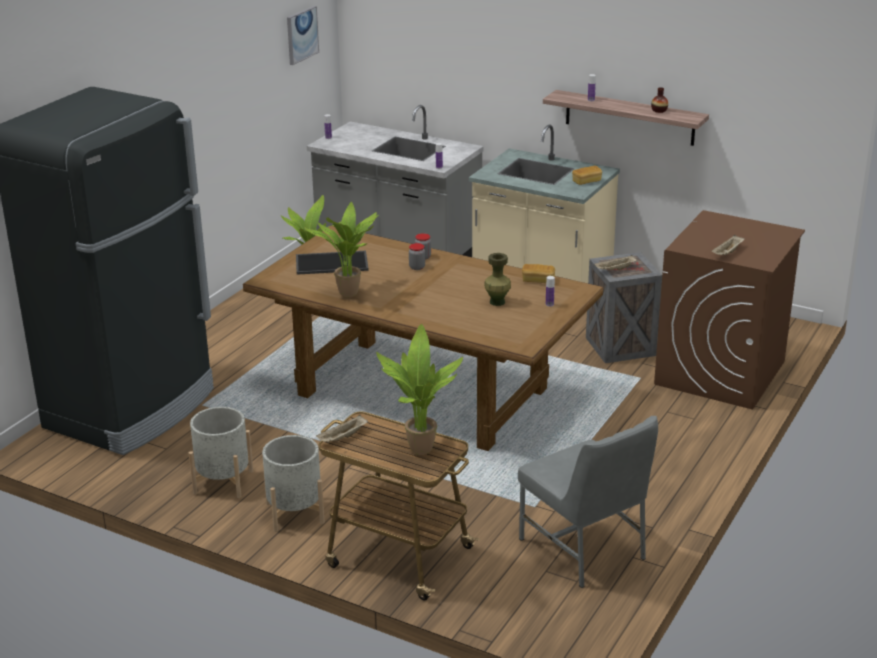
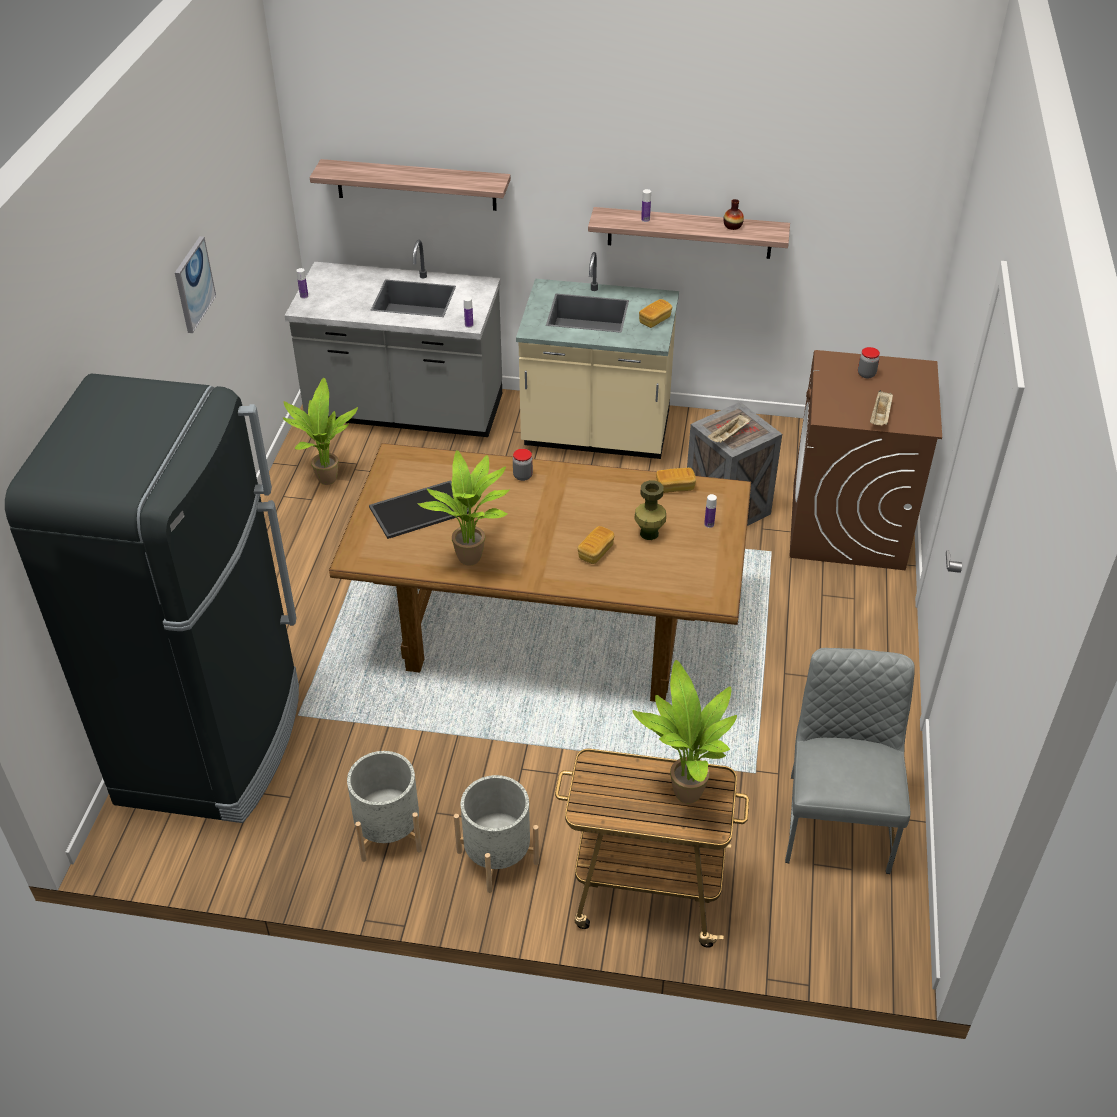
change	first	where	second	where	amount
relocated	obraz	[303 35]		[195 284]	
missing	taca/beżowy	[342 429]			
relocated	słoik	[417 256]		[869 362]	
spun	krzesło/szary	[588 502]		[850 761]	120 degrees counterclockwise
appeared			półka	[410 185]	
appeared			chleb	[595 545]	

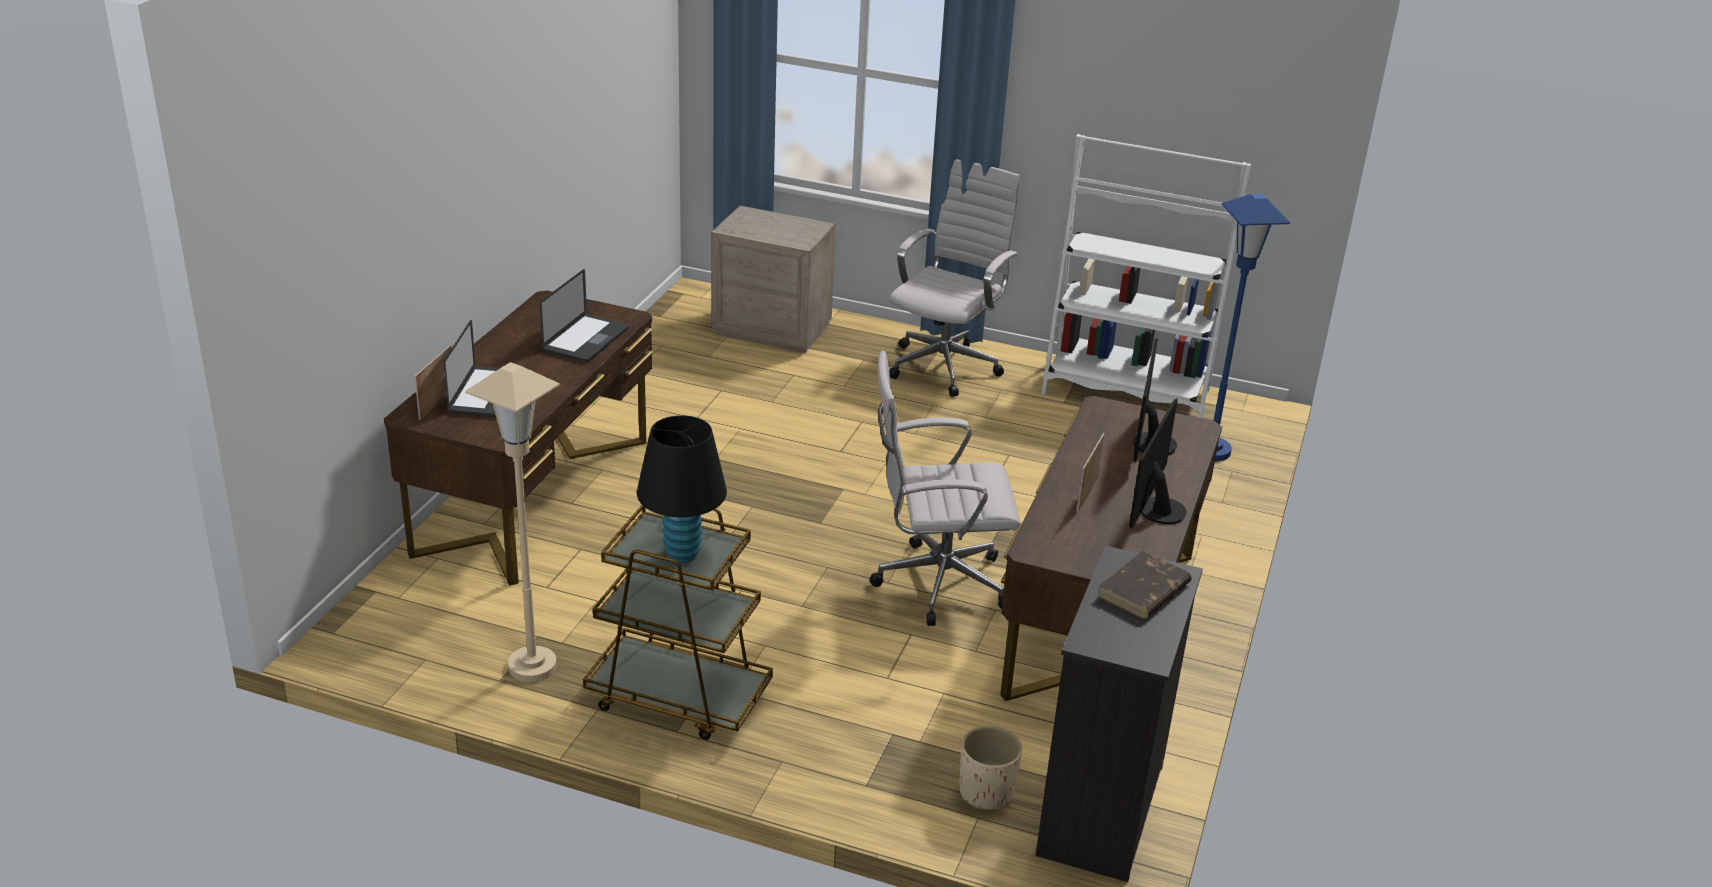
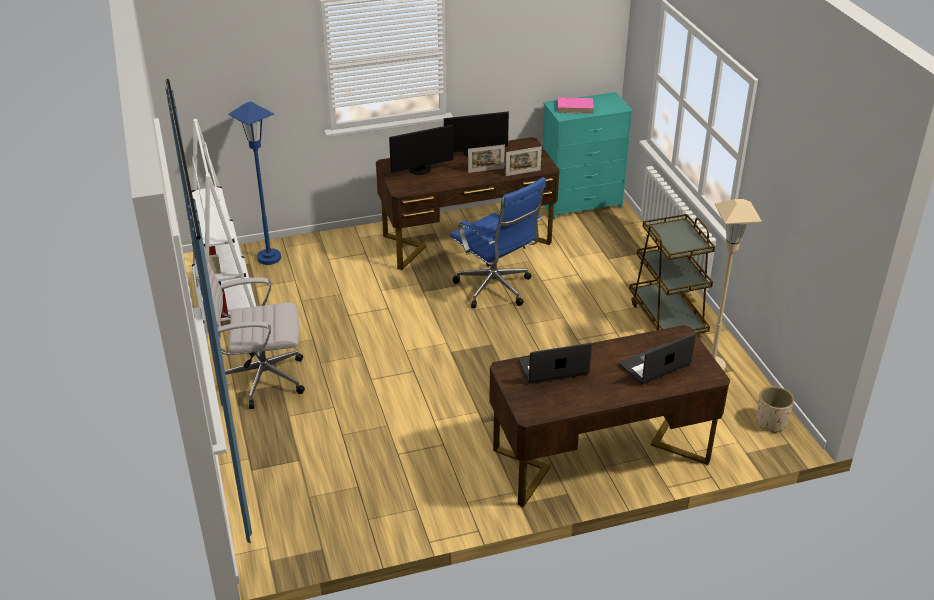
change	first	where	second	where	amount
relocated	ramka na zdjęcie	[433 382]		[523 161]	
missing	lampa stołowa/czarny	[682 489]			
missing	szafka nocna/beżowy	[773 279]			
colour	krzesło biurowe/biały	[944 488]	krzesło biurowe/niebieski	[498 242]	
relocated	donica/beżowy	[990 768]		[775 409]	
colour	komoda/czarny	[1119 714]	komoda/turkusowy	[588 156]	
colour	książka/brązowy	[1144 585]	książka/różowy	[576 105]	

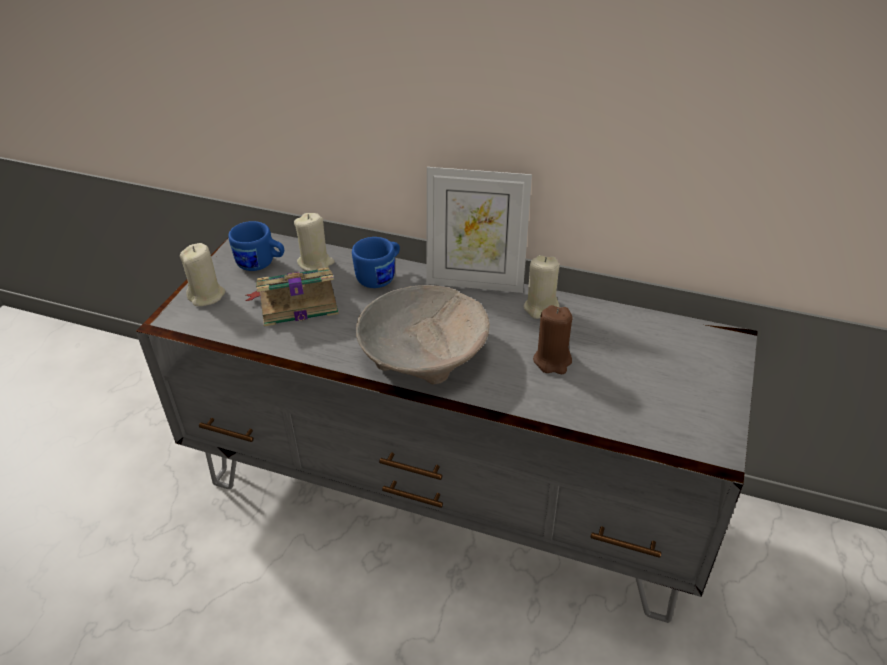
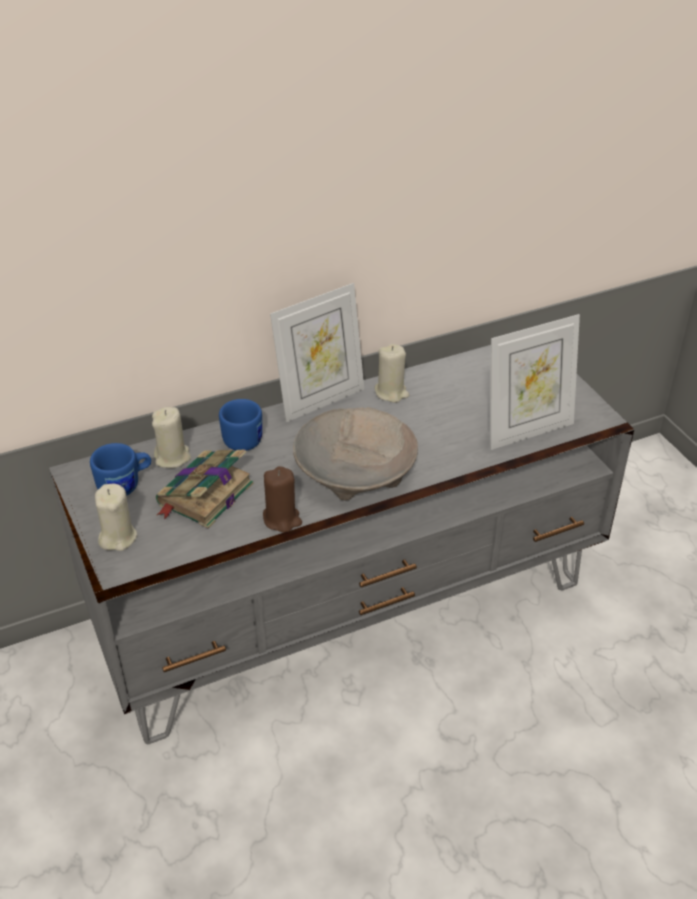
change	first	where	second	where	amount
relocated	świeca/brązowy	[553 339]		[282 499]	
appeared			ramka na zdjęcie	[535 382]	

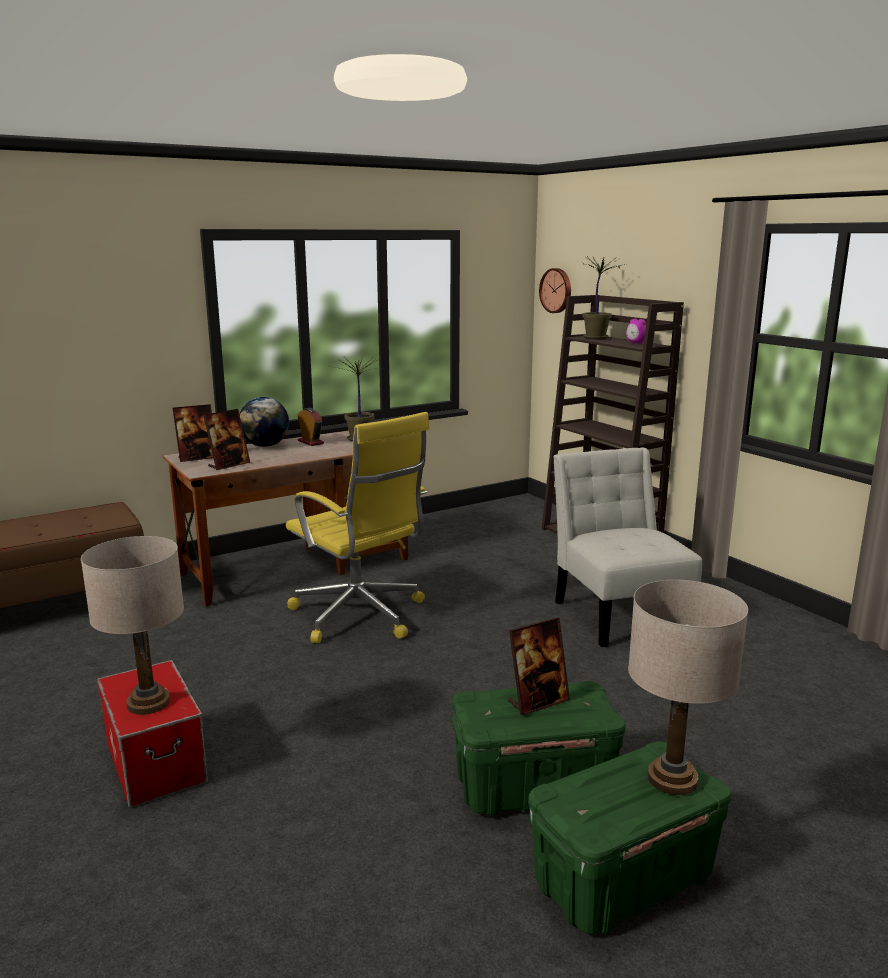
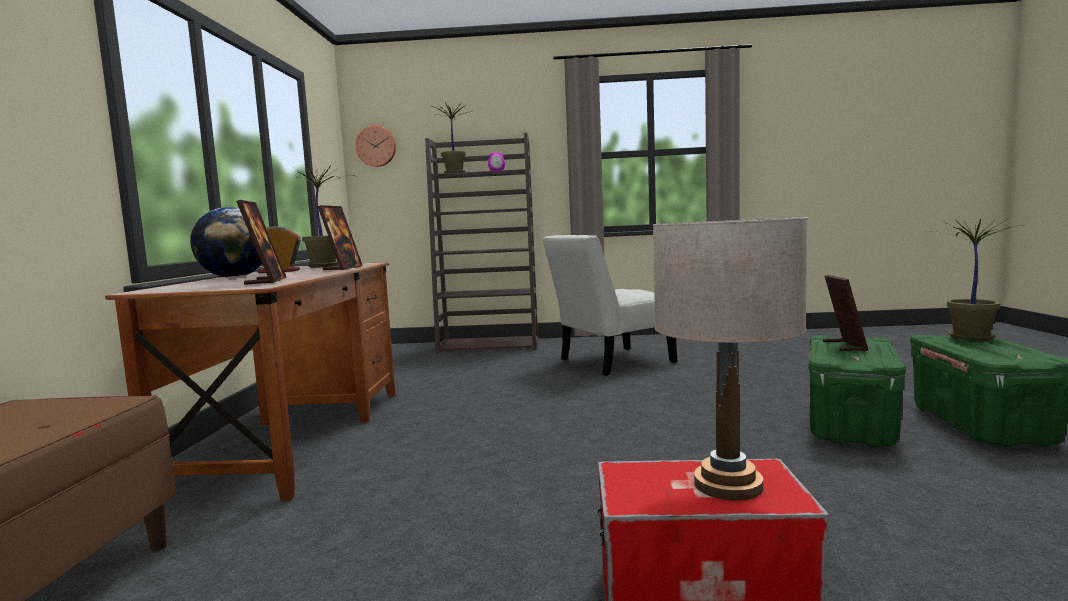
change	first	where	second	where	amount
relocated	ramka na zdjęcie	[193 433]		[340 237]	
missing	krzesło biurowe/żółty	[358 527]			
spun	krzesło/biały	[627 547]		[609 305]	45 degrees counterclockwise
exchanged	lampa stołowa/beżowy	[688 687]	roślina doniczkowa	[973 280]	

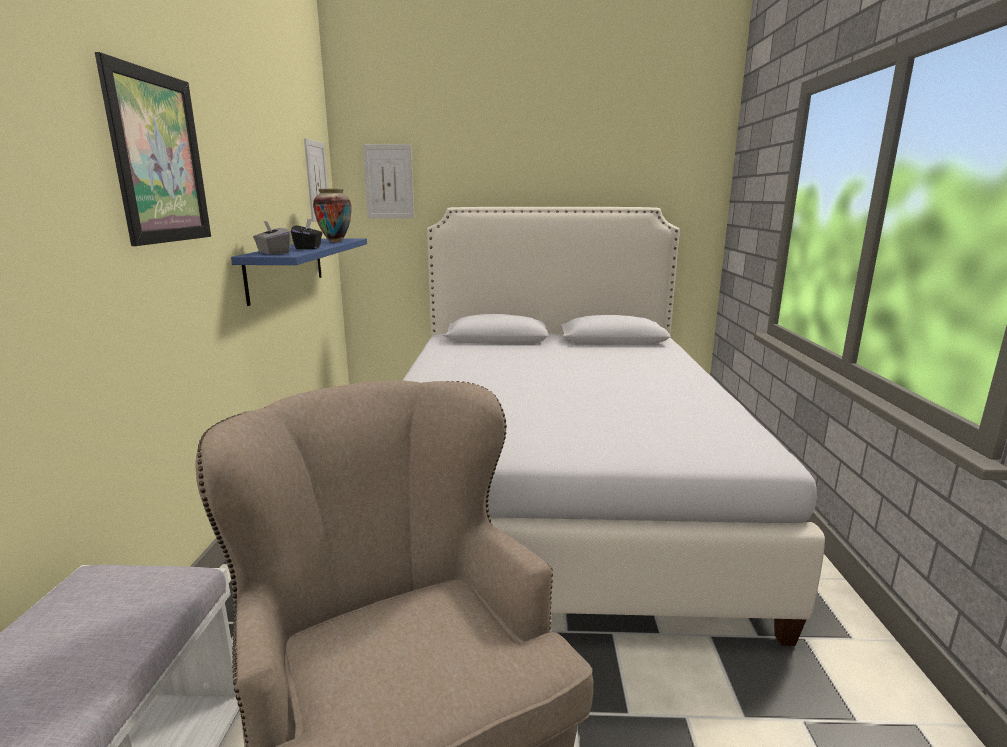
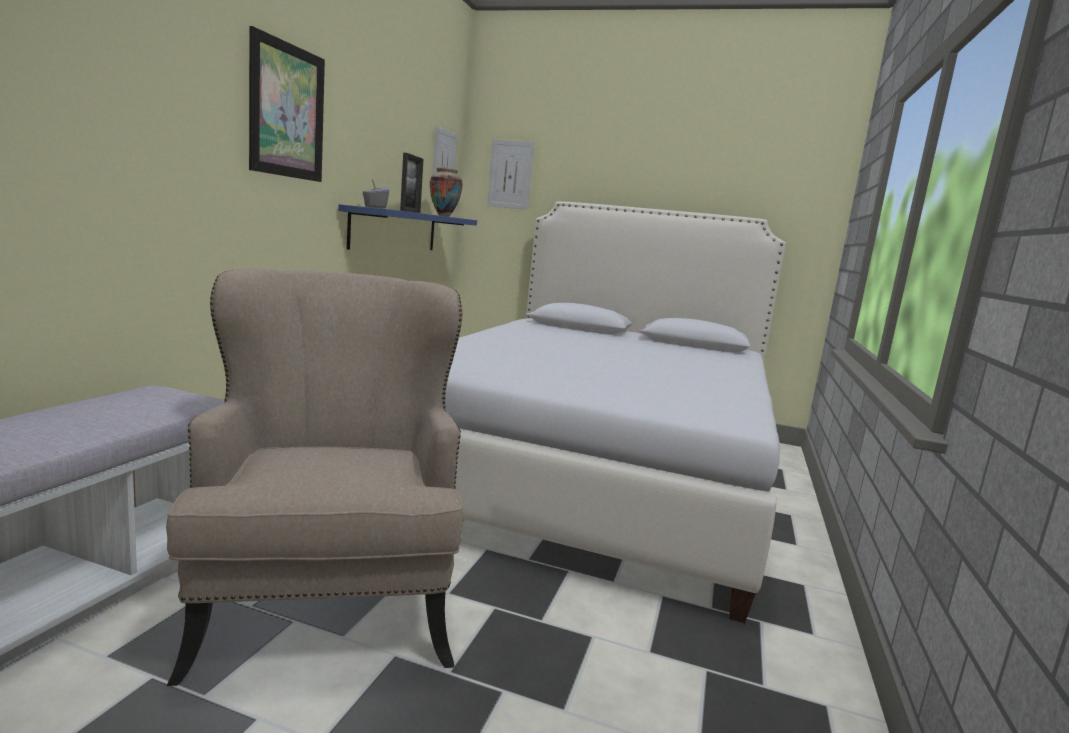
change	first	where	second	where	amount
exchanged	pudełko chusteczek/czarny	[306 234]	ramka na zdjęcie	[412 183]	

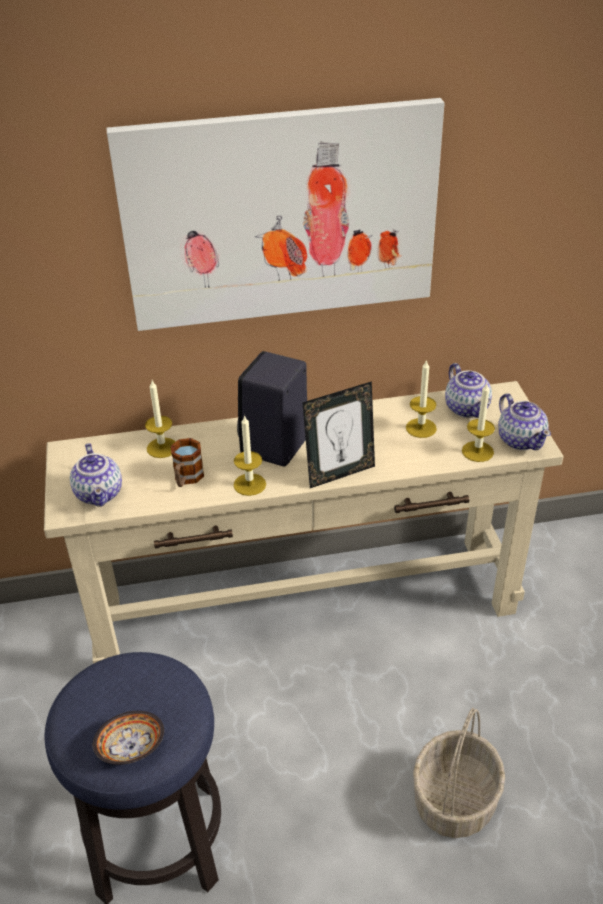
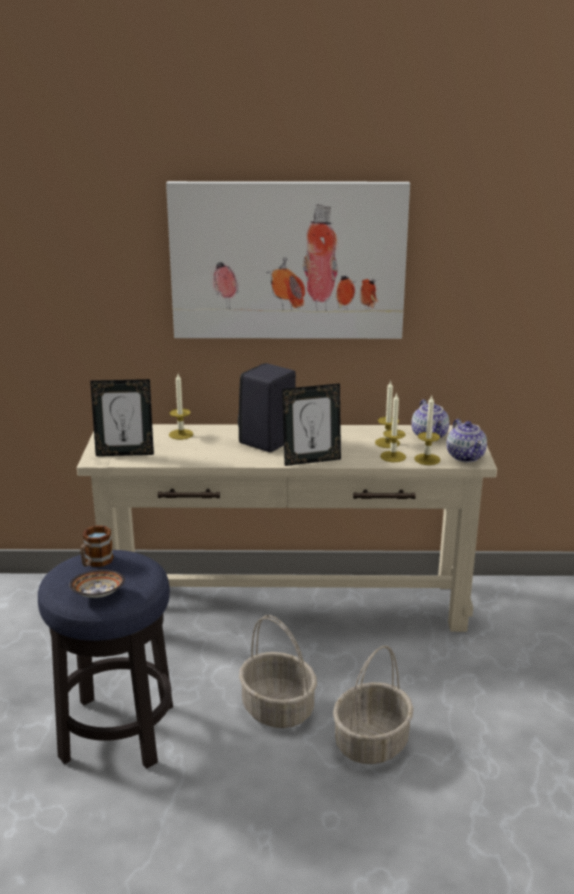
change	first	where	second	where	amount
exchanged	imbryk	[96 475]	ramka na zdjęcie	[122 417]	
relocated	kubek	[187 462]		[97 546]	
relocated	świeca	[249 455]		[393 427]	
appeared			koszyk	[278 671]	

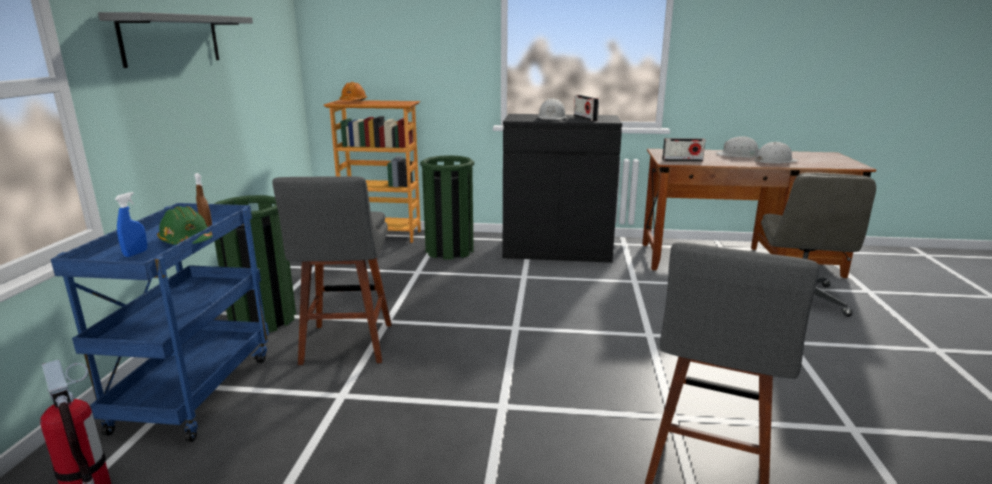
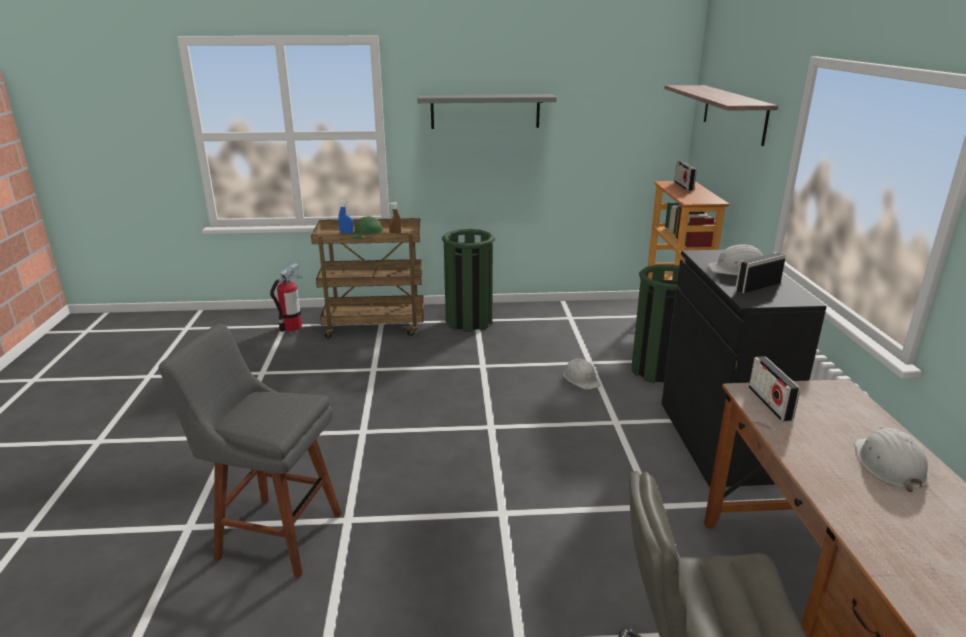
change	first	where	second	where	amount
colour	wózek/niebieski	[160 322]	wózek/brązowy	[367 278]	
missing	stołek/szary	[332 270]			
exchanged	kask/pomarańczowy	[353 91]	radio	[685 176]	
relocated	kask/biały	[776 153]		[582 374]	
appeared			półka	[721 115]	

